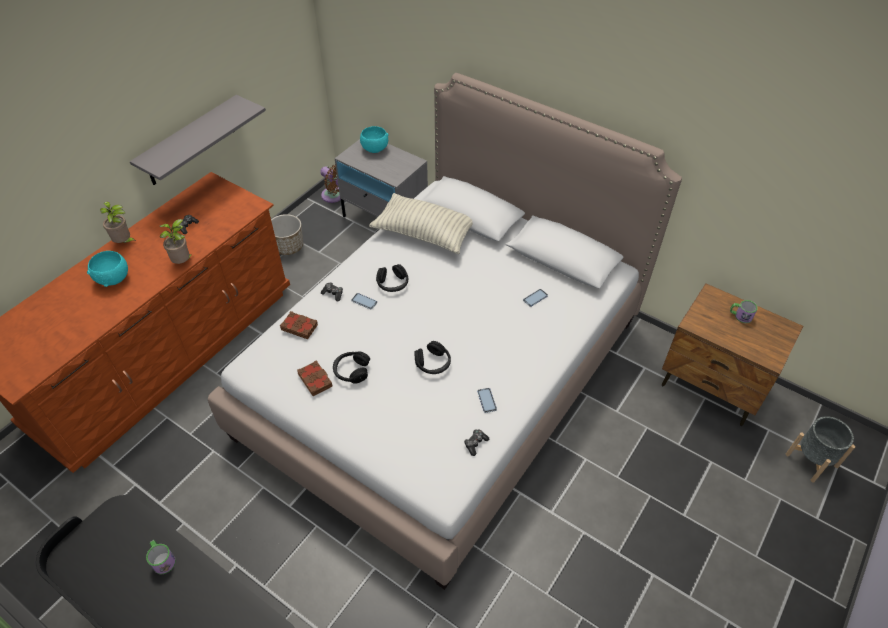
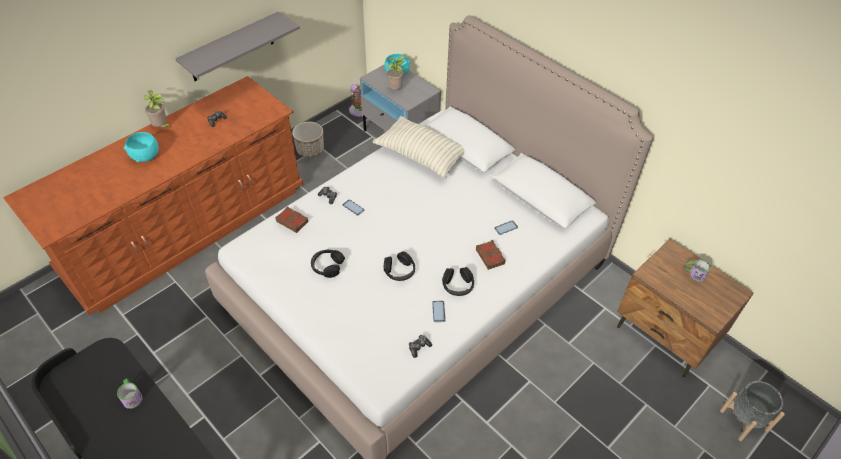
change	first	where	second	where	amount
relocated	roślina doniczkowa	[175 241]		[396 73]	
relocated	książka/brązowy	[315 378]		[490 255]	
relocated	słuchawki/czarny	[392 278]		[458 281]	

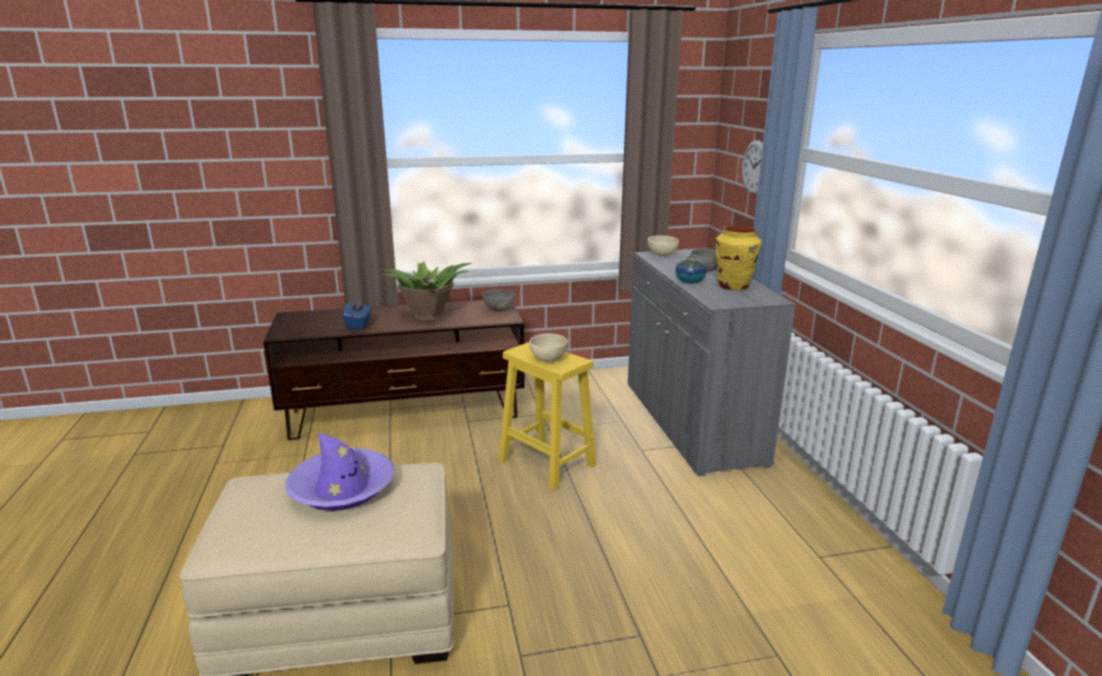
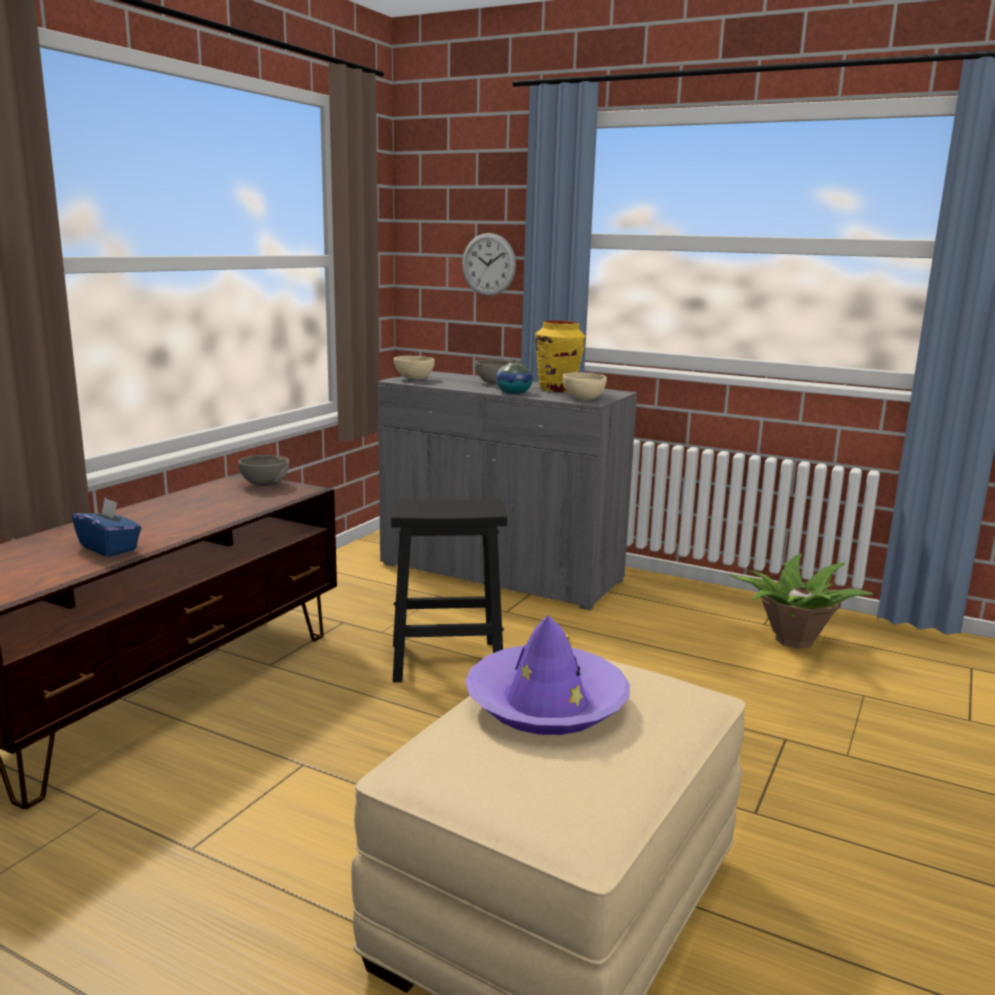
change	first	where	second	where	amount
relocated	roślina doniczkowa	[424 291]		[801 601]	
colour	stołek/żółty	[547 416]	stołek/czarny	[449 590]	
relocated	miska/beżowy	[548 348]		[585 386]	

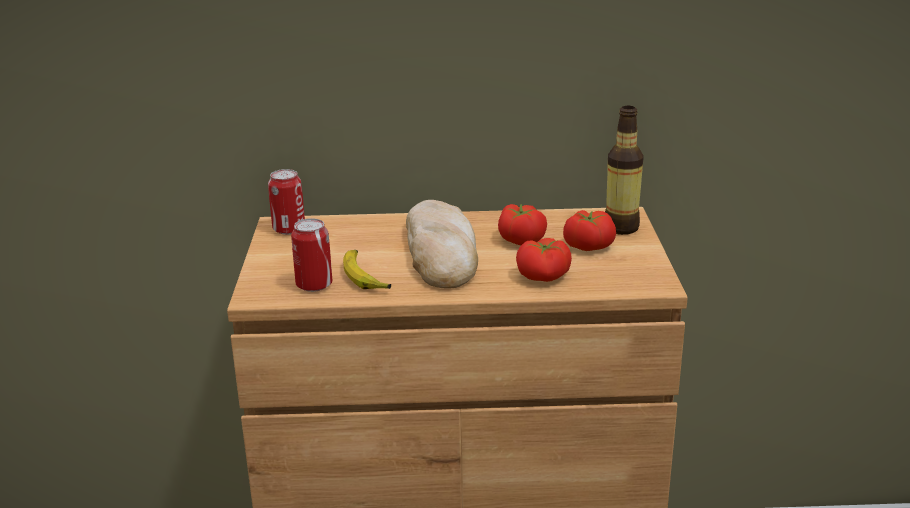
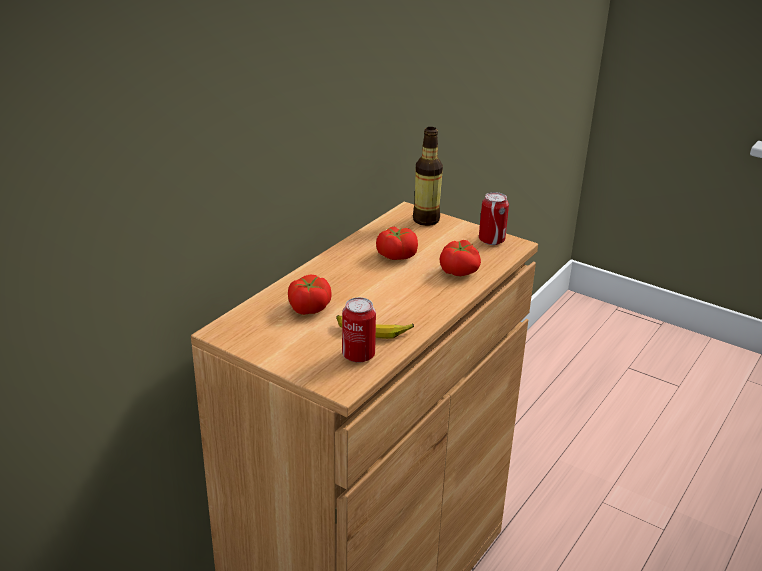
change	first	where	second	where	amount
relocated	puszka	[286 202]		[494 218]	
missing	chleb	[442 244]			
relocated	pomidor	[589 230]		[310 295]	

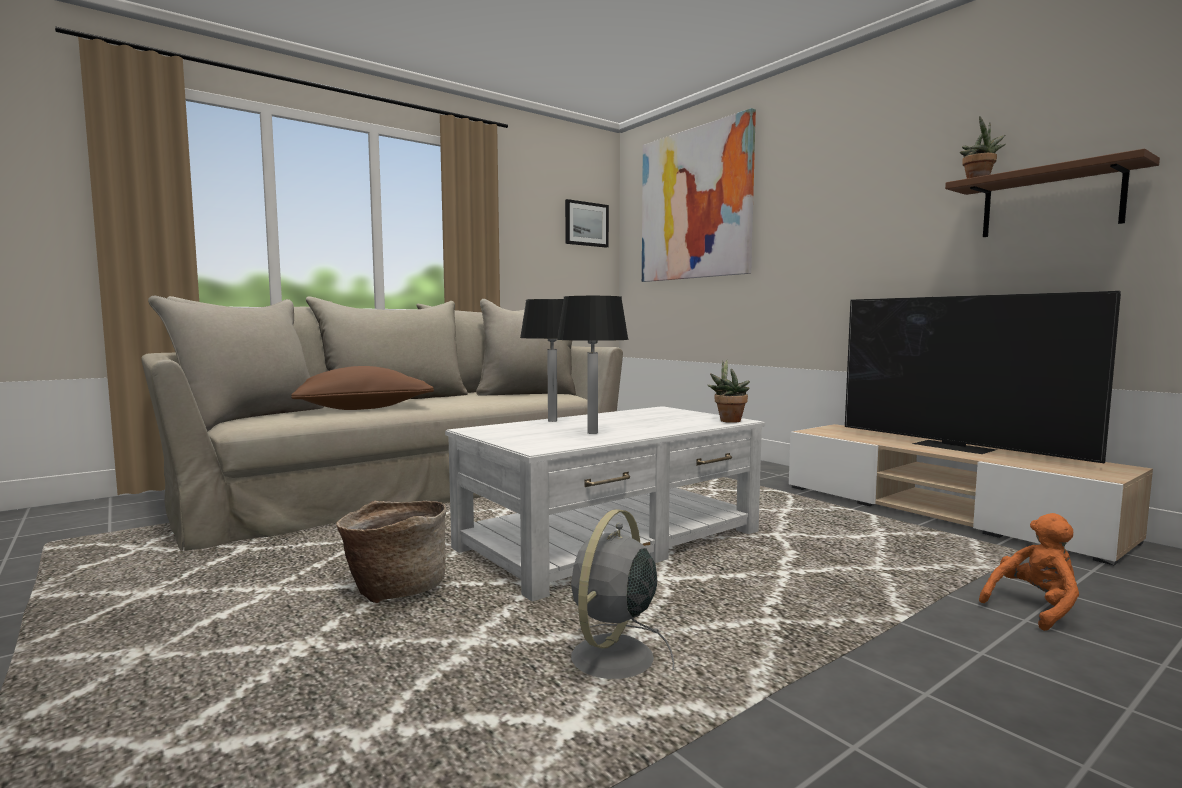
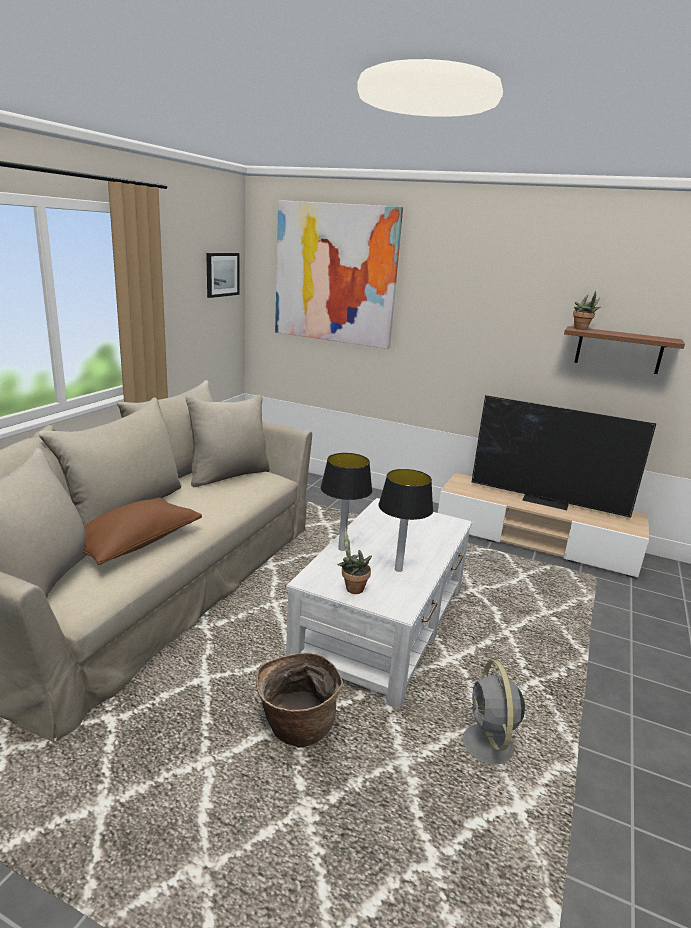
change	first	where	second	where	amount
relocated	roślina doniczkowa	[729 391]		[354 561]	
missing	pluszak/pomarańczowy	[1029 572]			

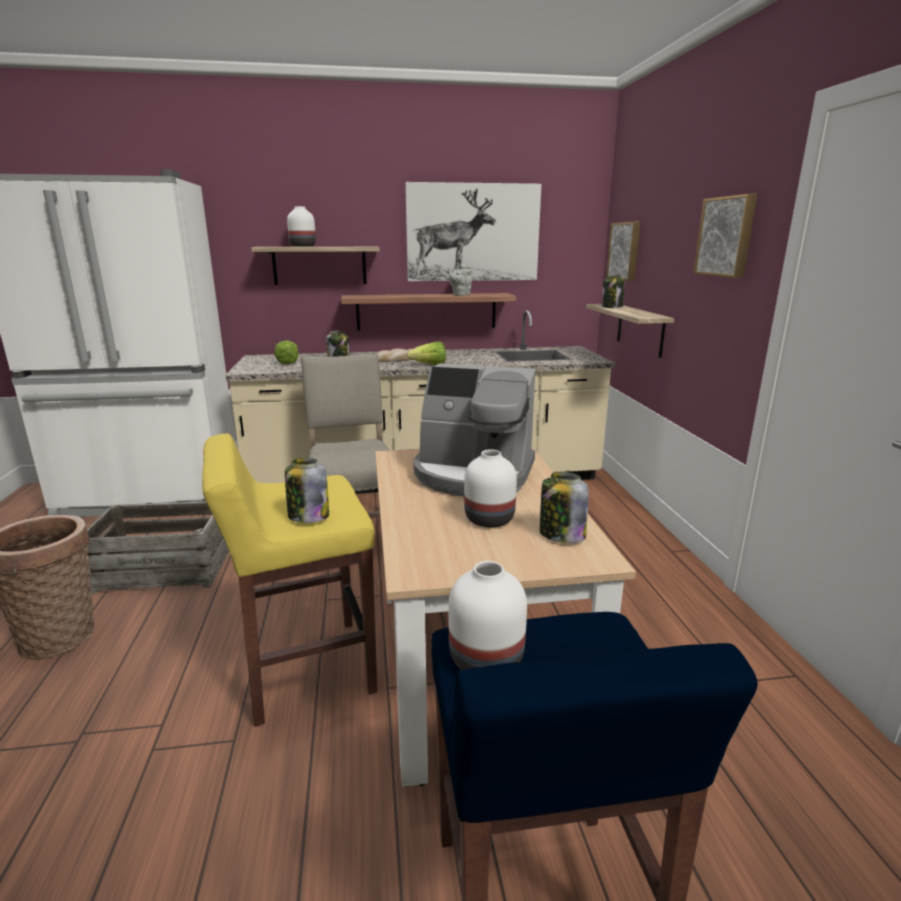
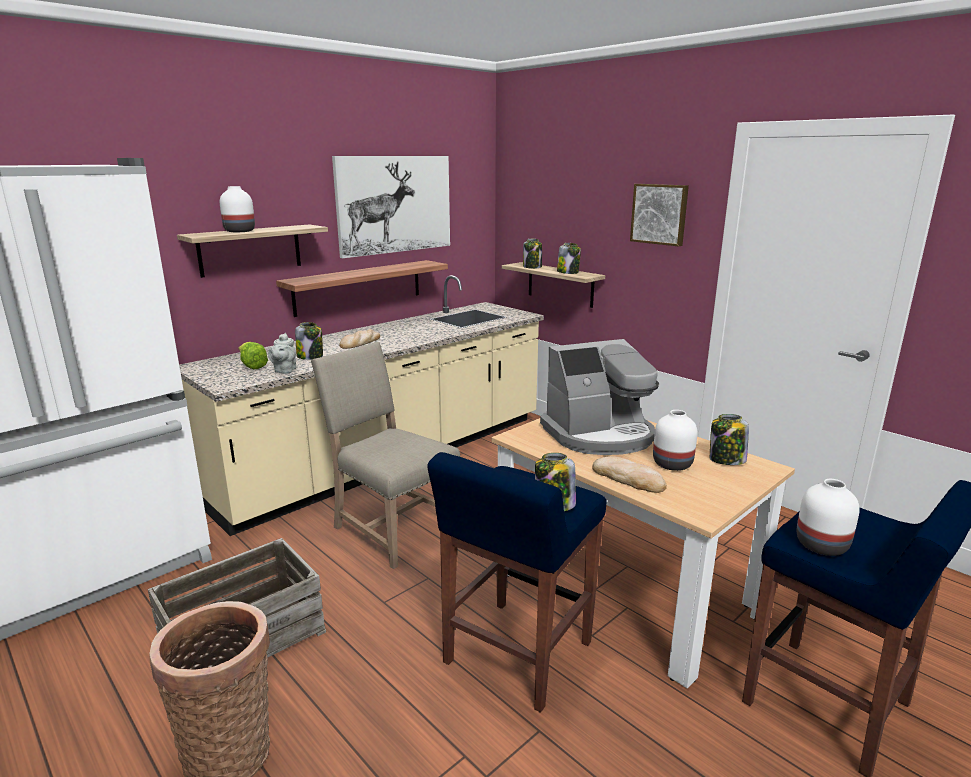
change	first	where	second	where	amount
colour	stołek/żółty	[289 580]	stołek/niebieski	[516 582]	
missing	sałata	[426 353]			
relocated	imbryk/szary	[460 279]		[282 353]	
missing	obraz	[623 251]			
appeared			słoik	[569 258]	
appeared			chleb	[629 474]	

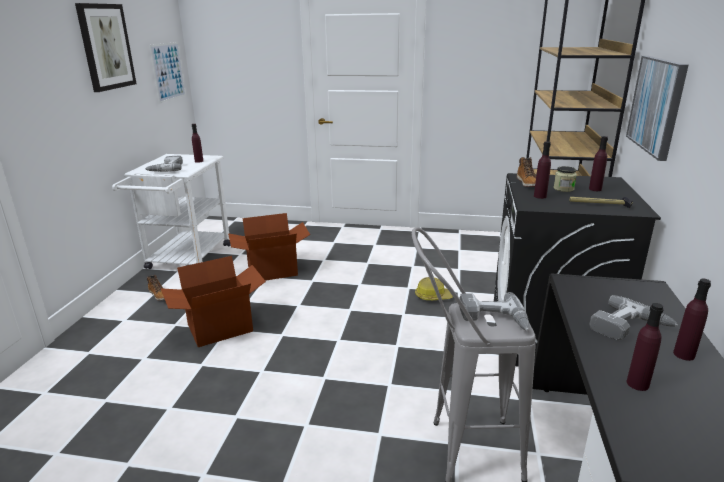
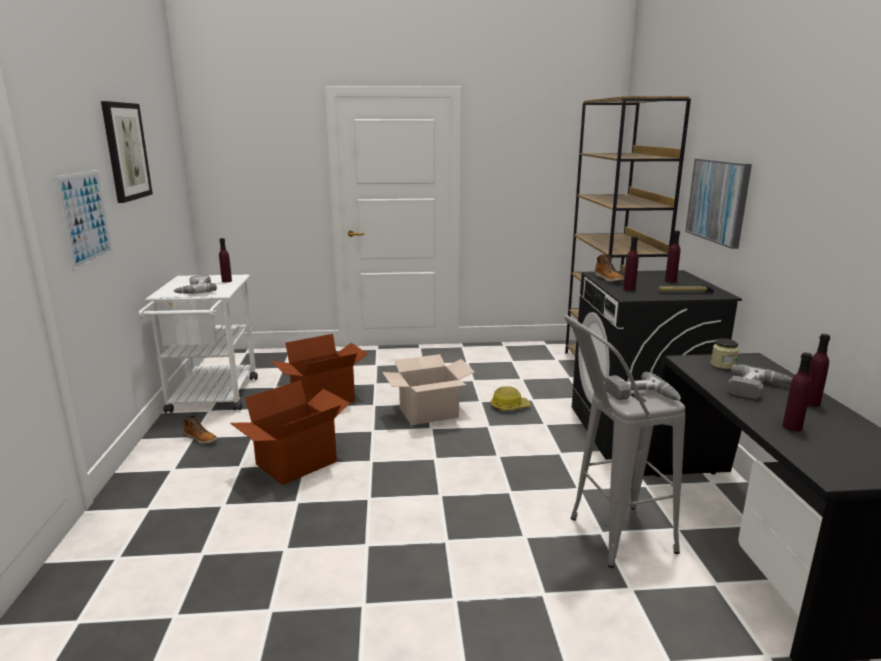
change	first	where	second	where	amount
relocated	obraz	[167 72]		[83 220]	
relocated	słoik	[565 179]		[725 353]	
appeared			karton	[428 389]	

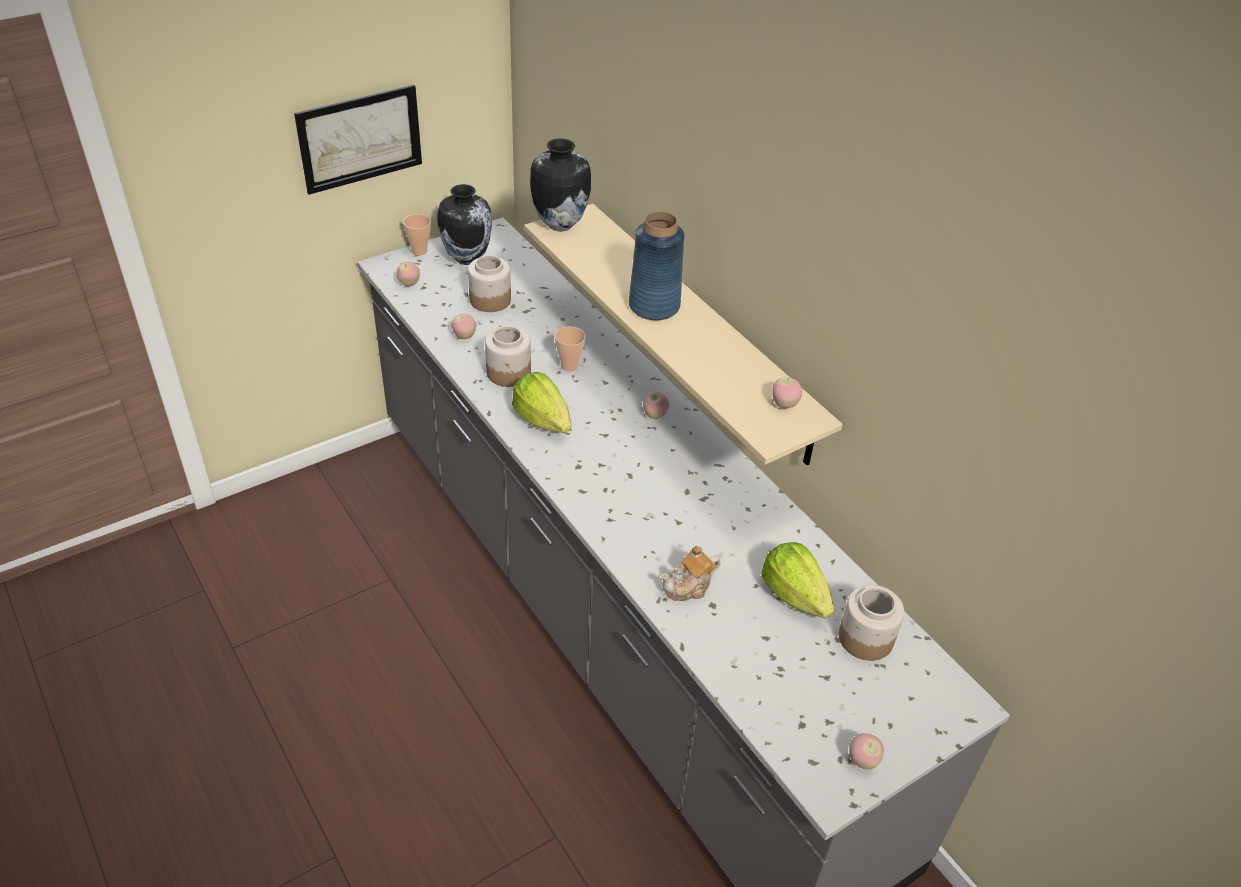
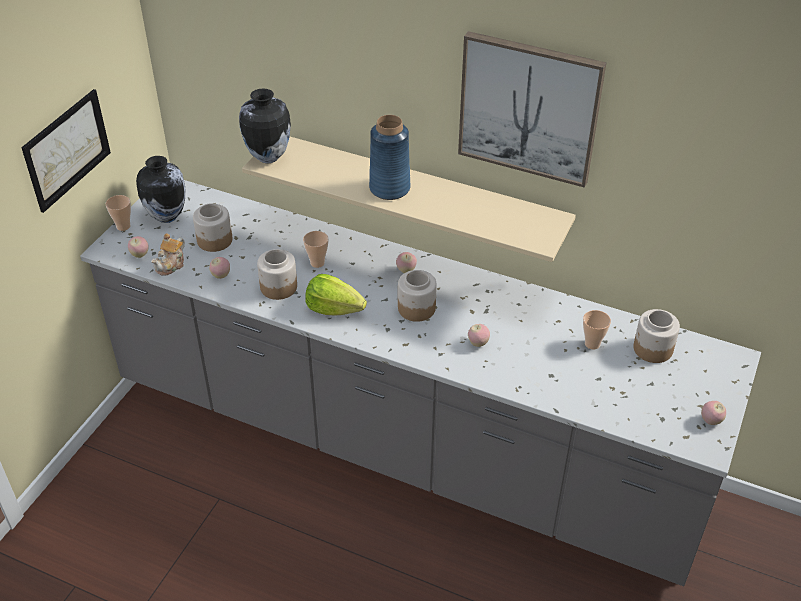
change	first	where	second	where	amount
relocated	imbryk	[690 573]		[168 254]	
exchanged	sałata	[797 580]	filiżanka	[597 330]	
relocated	jabłko	[787 392]		[479 335]	
appeared			słoik	[417 296]	
appeared			obraz	[532 109]	

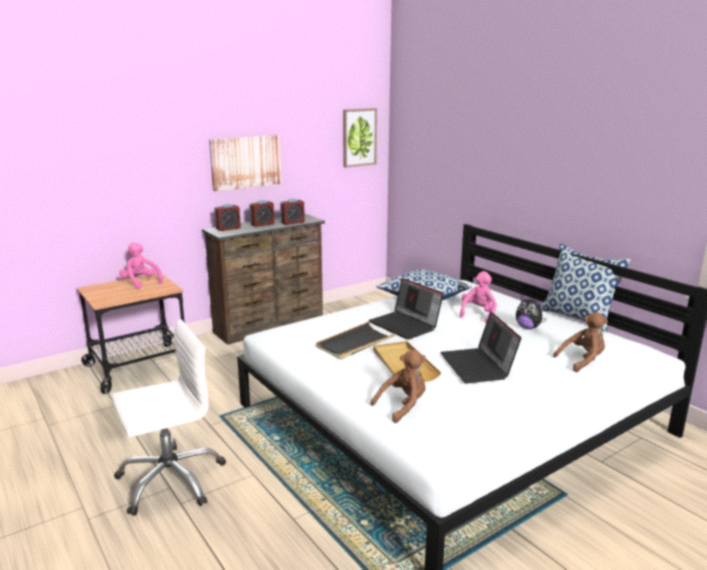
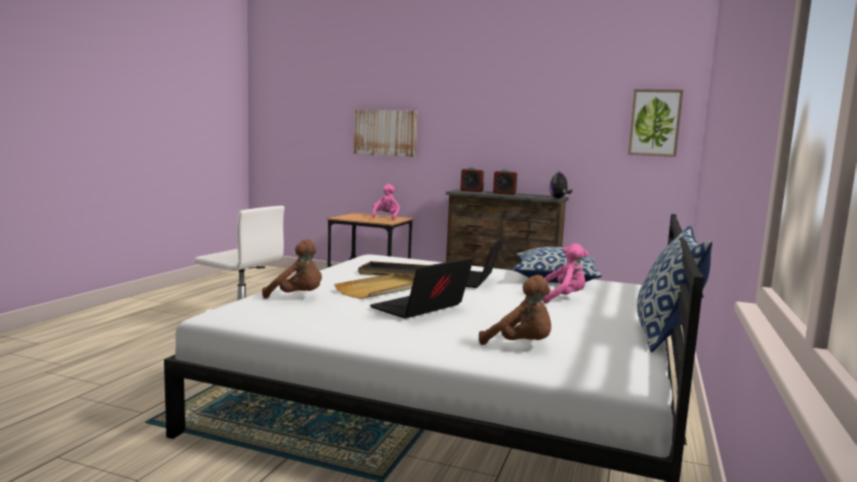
change	first	where	second	where	amount
relocated	obraz	[245 163]		[386 133]	
missing	budzik	[292 212]			
relocated	pluszak	[531 312]		[560 184]	

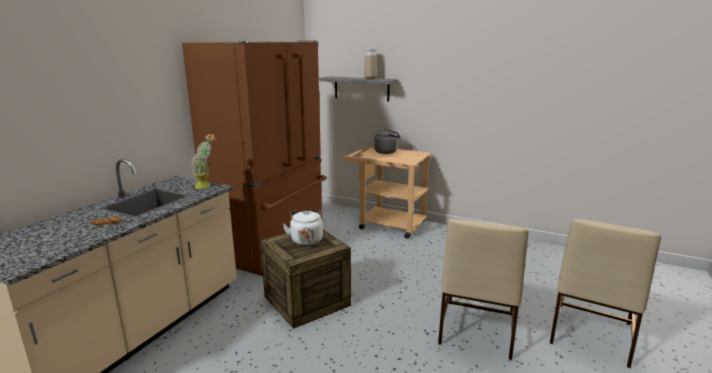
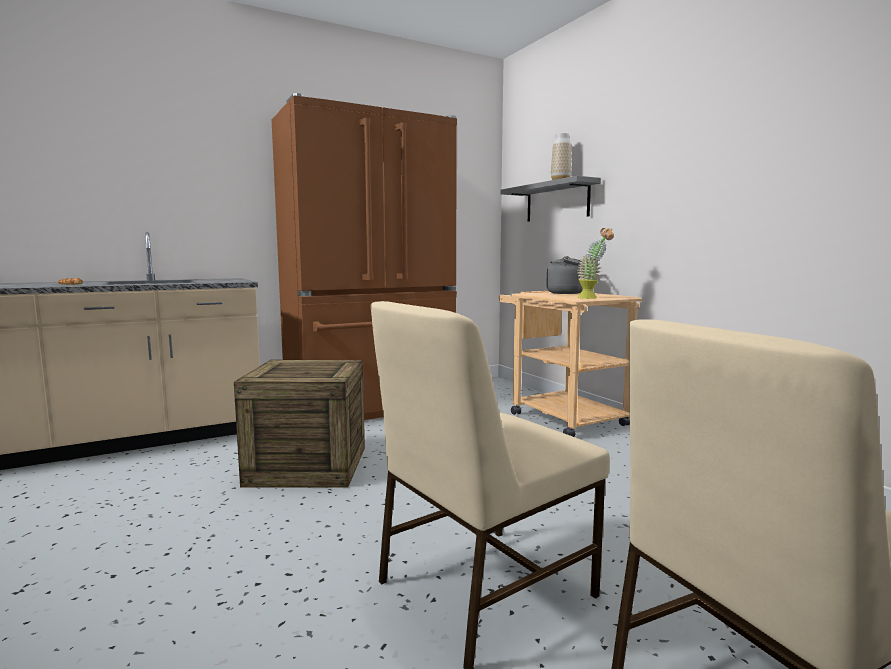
change	first	where	second	where	amount
relocated	roślina doniczkowa	[203 161]		[596 263]	
missing	czajnik/biały	[303 228]			

